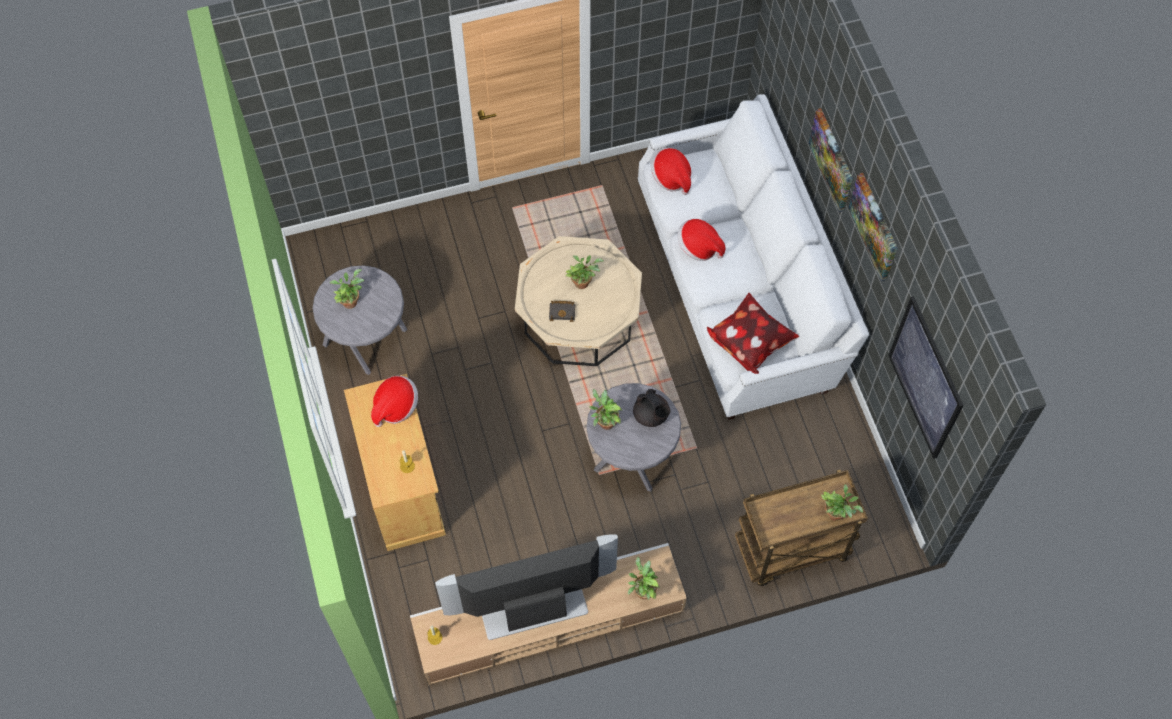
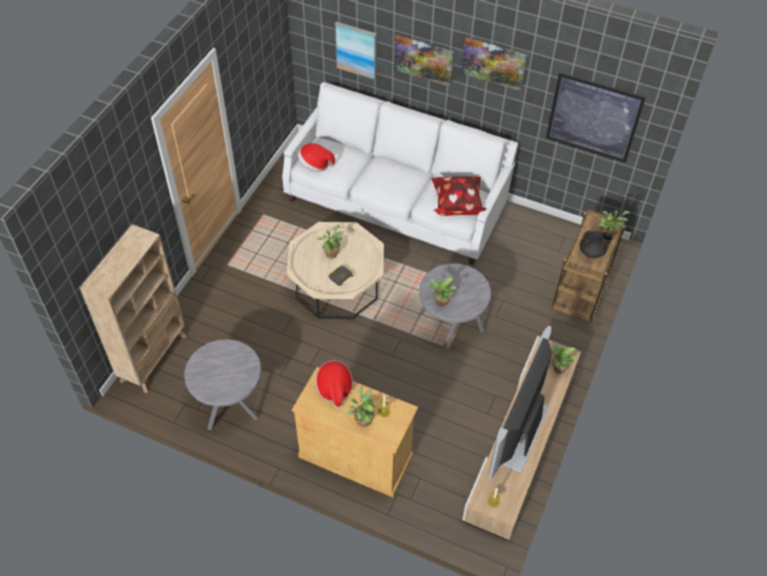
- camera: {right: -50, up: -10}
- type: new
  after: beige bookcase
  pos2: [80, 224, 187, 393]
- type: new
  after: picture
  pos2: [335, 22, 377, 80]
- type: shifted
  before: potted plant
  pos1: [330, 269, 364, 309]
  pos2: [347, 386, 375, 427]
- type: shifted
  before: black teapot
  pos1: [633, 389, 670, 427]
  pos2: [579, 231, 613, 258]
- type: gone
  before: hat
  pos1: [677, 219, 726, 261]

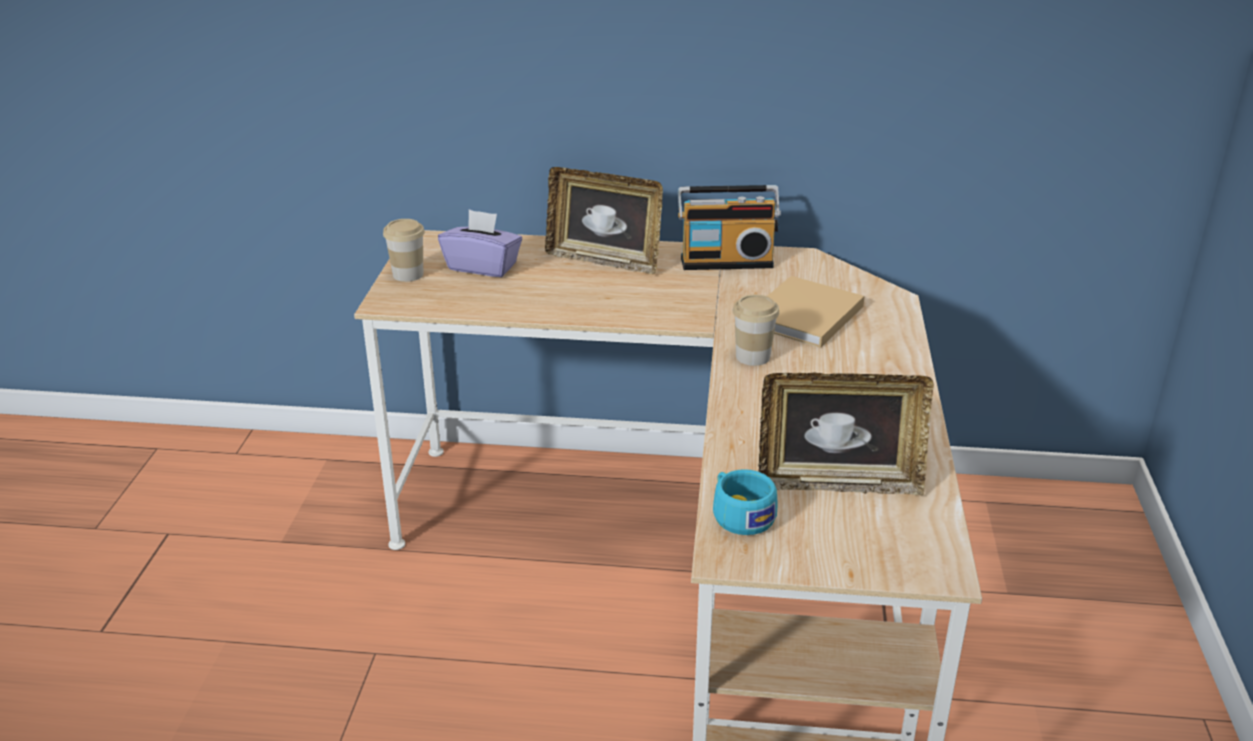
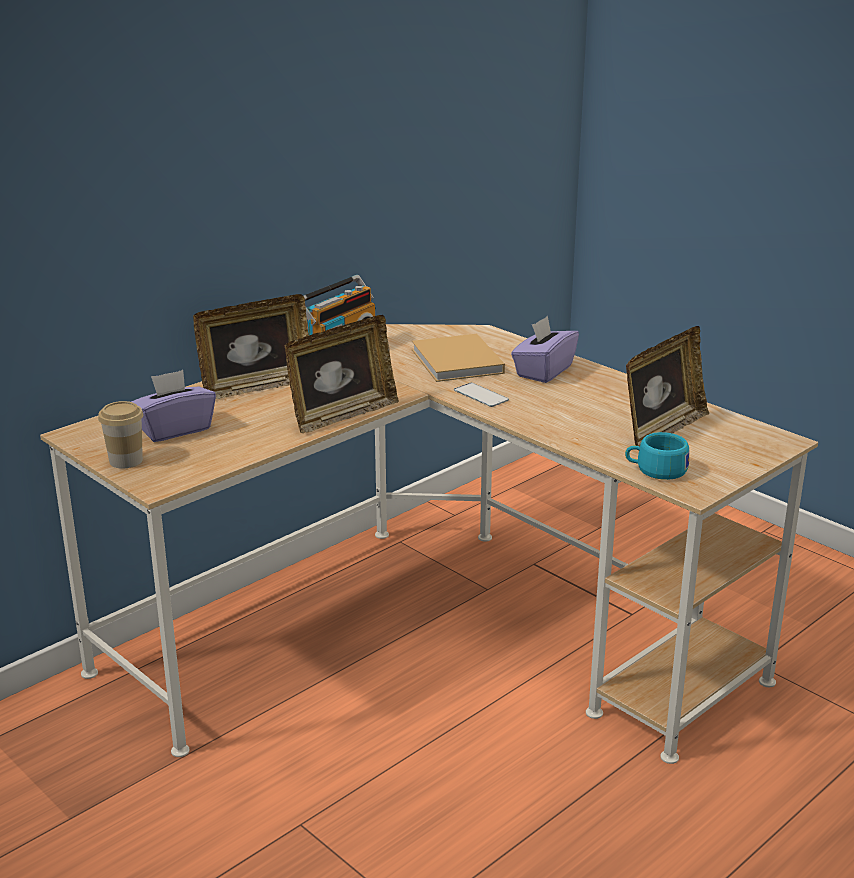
- camera: {right: -50, up: -5}
- type: new
  after: picture frame
  pos2: [285, 315, 399, 433]
- type: swapped
  before: cup
  after: phone
  pos1: [733, 295, 779, 366]
  pos2: [454, 383, 509, 407]
- type: new
  after: purple tissue box
  pos2: [511, 316, 579, 383]

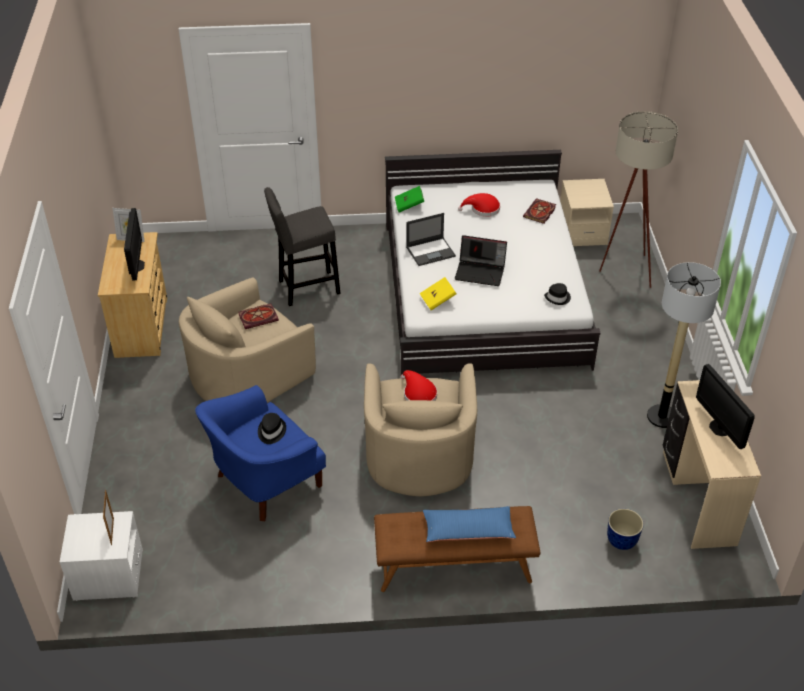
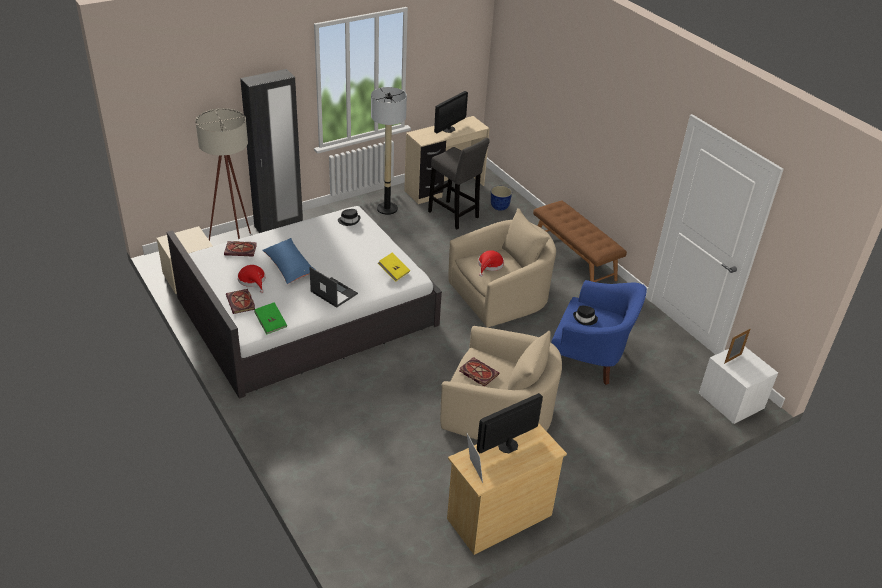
- camera: {right: -120, up: -5}
- type: new
  after: book
  pos2: [226, 289, 255, 314]
- type: new
  after: black wardrobe
  pos2: [240, 69, 303, 233]
- type: shifted
  before: blue pillow
  pos1: [423, 506, 516, 542]
  pos2: [262, 238, 317, 284]
- type: shifted
  before: grey stool
  pos1: [264, 187, 341, 306]
  pos2: [428, 138, 490, 229]
- type: gone
  before: laptop
  pos1: [455, 235, 507, 286]

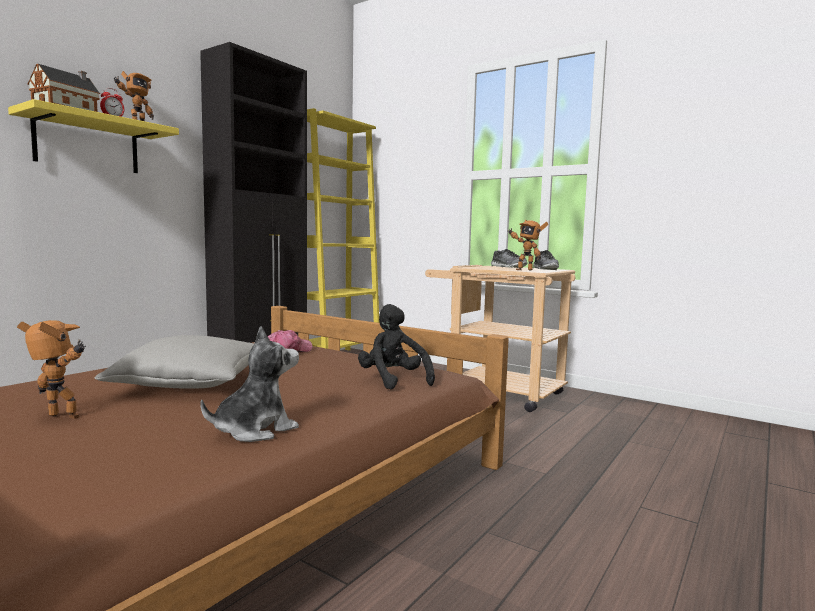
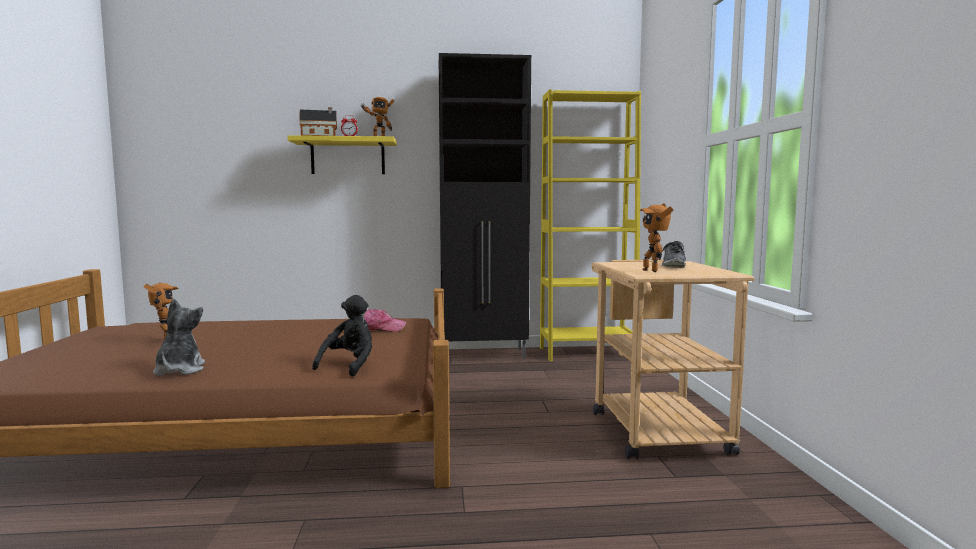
- camera: {right: 50, up: 0}
- type: rotated
  before: plush toy
  pos1: [200, 326, 299, 442]
  pos2: [153, 298, 205, 376]
  turn: -105
- type: gone
  before: grey pillow
  pos1: [95, 335, 254, 389]
- type: gone
  before: shoe
  pos1: [533, 250, 559, 270]

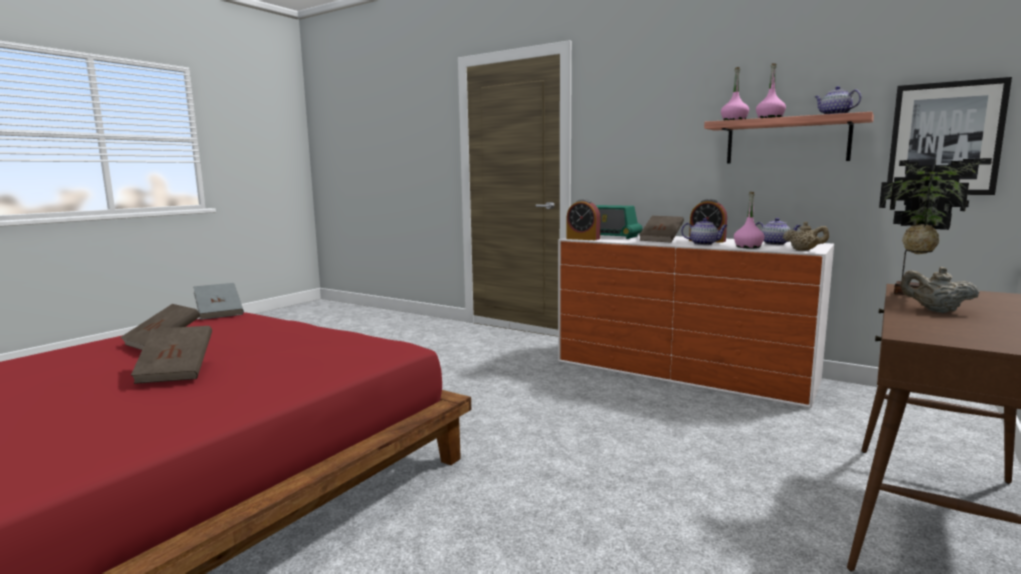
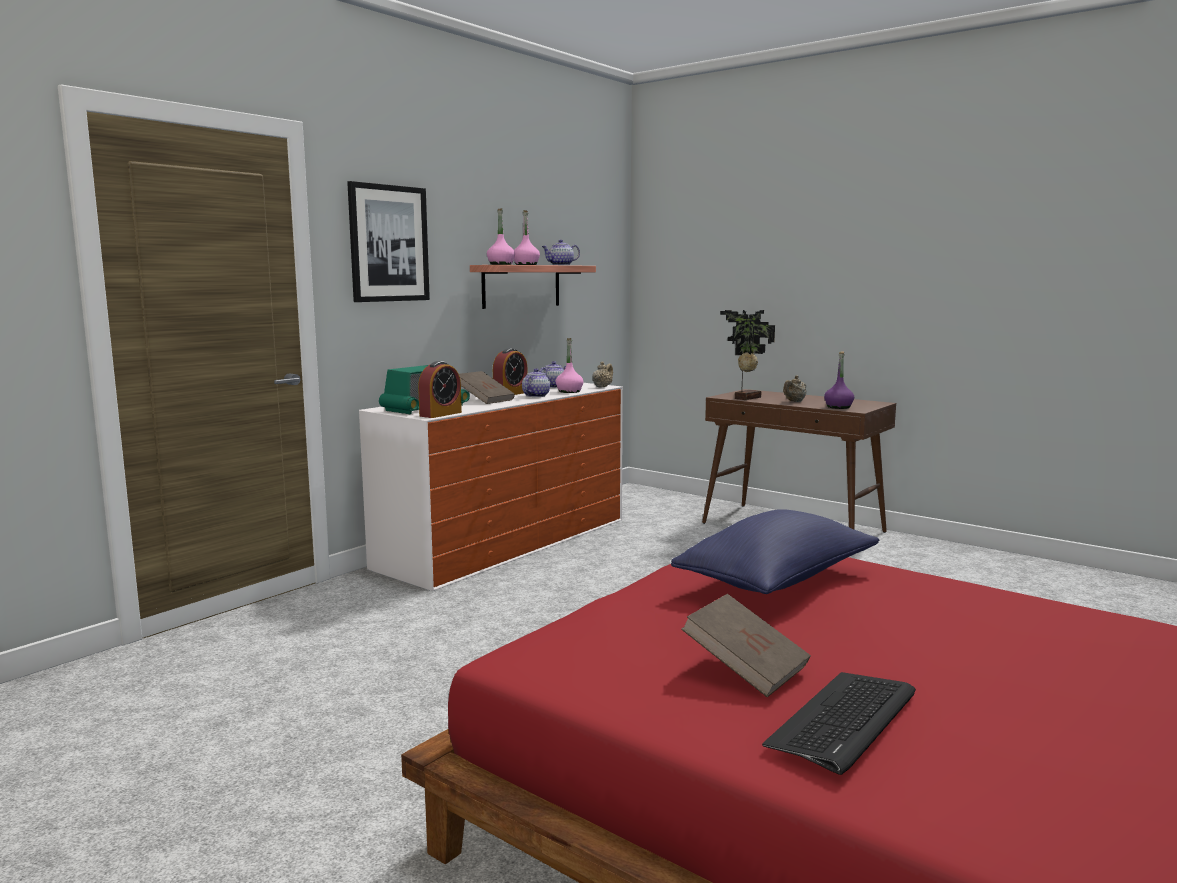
- camera: {right: -85, up: 0}
- type: shifted
  before: picture
  pos1: [887, 77, 1012, 195]
  pos2: [347, 181, 430, 302]
- type: new
  after: blue pillow
  pos2: [671, 509, 879, 594]
- type: new
  after: keyboard
  pos2: [762, 672, 916, 775]
- type: new
  after: purple bottle
  pos2: [824, 352, 854, 409]
- type: gone
  before: brown book
  pos1: [131, 326, 212, 384]
- type: gone
  before: grey book
  pos1: [193, 283, 244, 320]

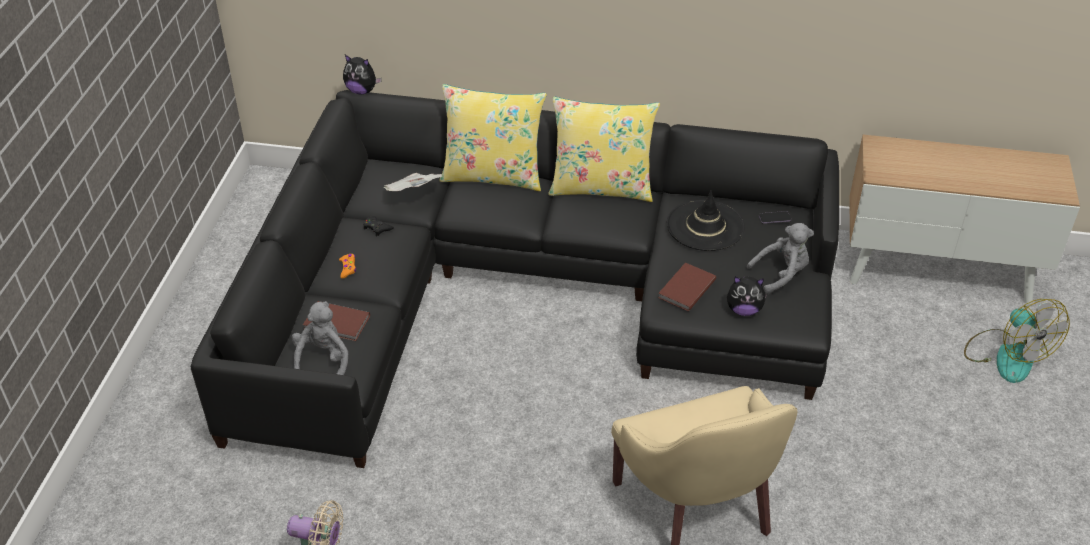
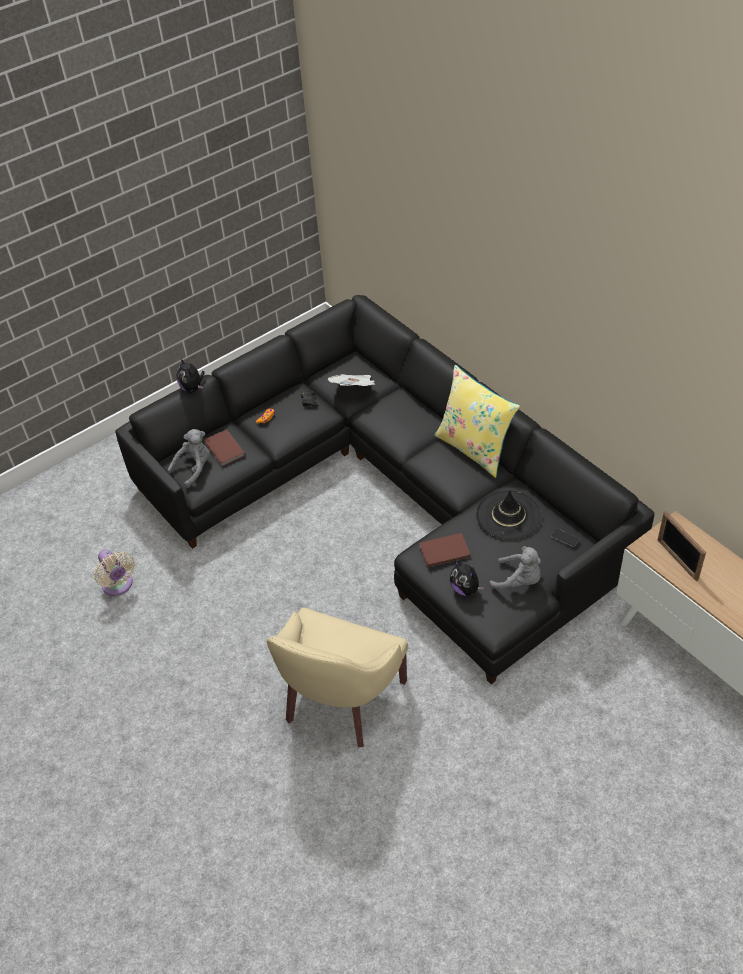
- camera: {right: 45, up: 5}
- type: shifted
  before: plush toy
  pos1: [343, 55, 382, 94]
  pos2: [177, 358, 204, 393]
- type: new
  after: picture frame
  pos2: [658, 511, 706, 581]
- type: gone
  before: yellow pillow
  pos1: [439, 84, 547, 191]
- type: gone
  before: fan
  pos1: [964, 299, 1070, 383]

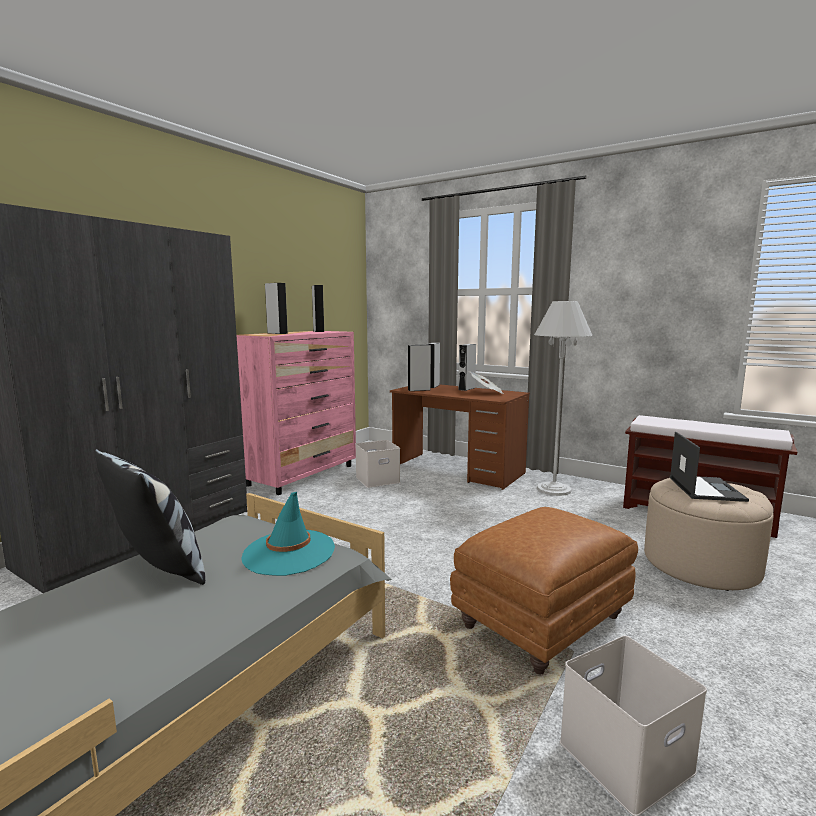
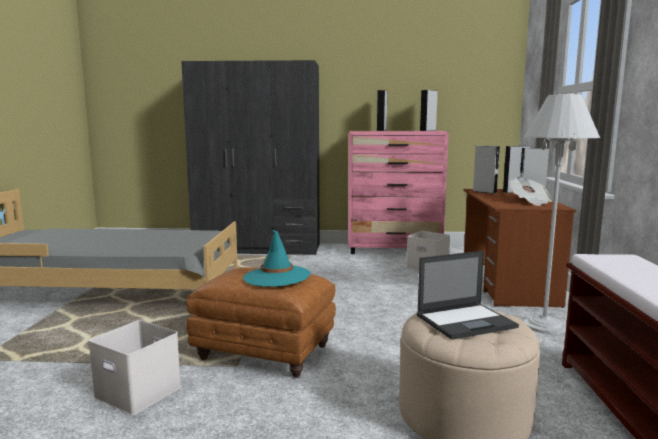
- camera: {right: 60, up: 0}
- type: shifted
  before: turquoise hat
  pos1: [241, 492, 335, 576]
  pos2: [243, 230, 311, 287]
- type: gone
  before: pillow
  pos1: [95, 449, 205, 585]

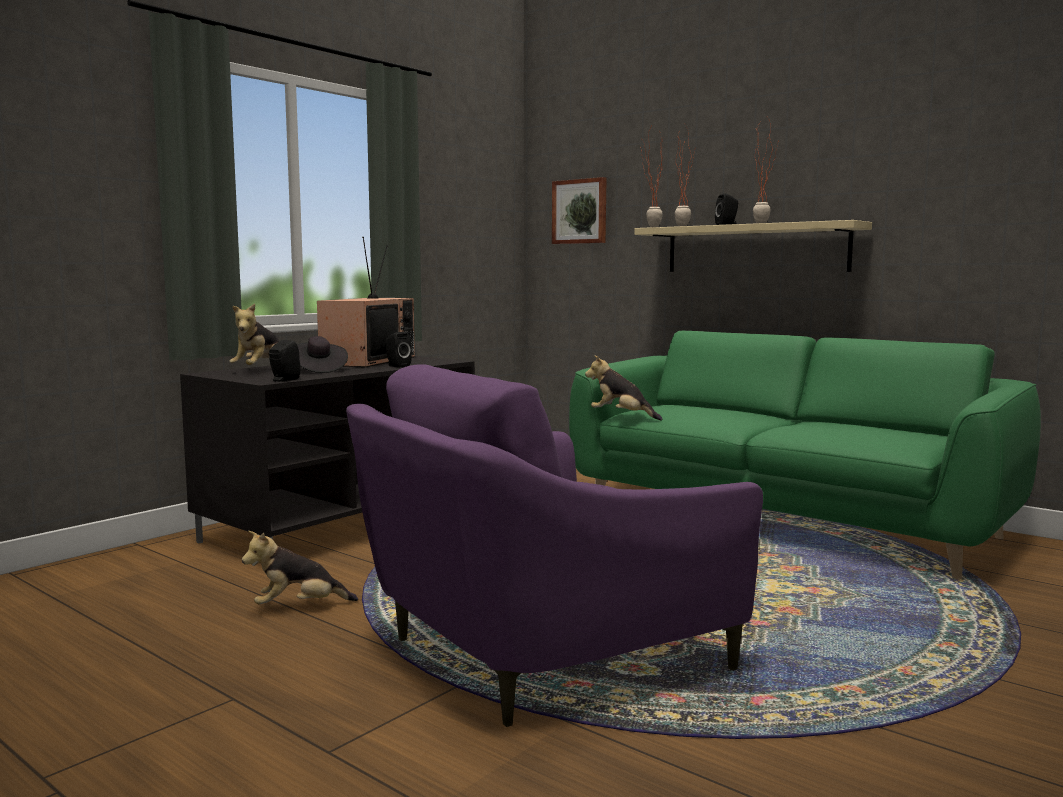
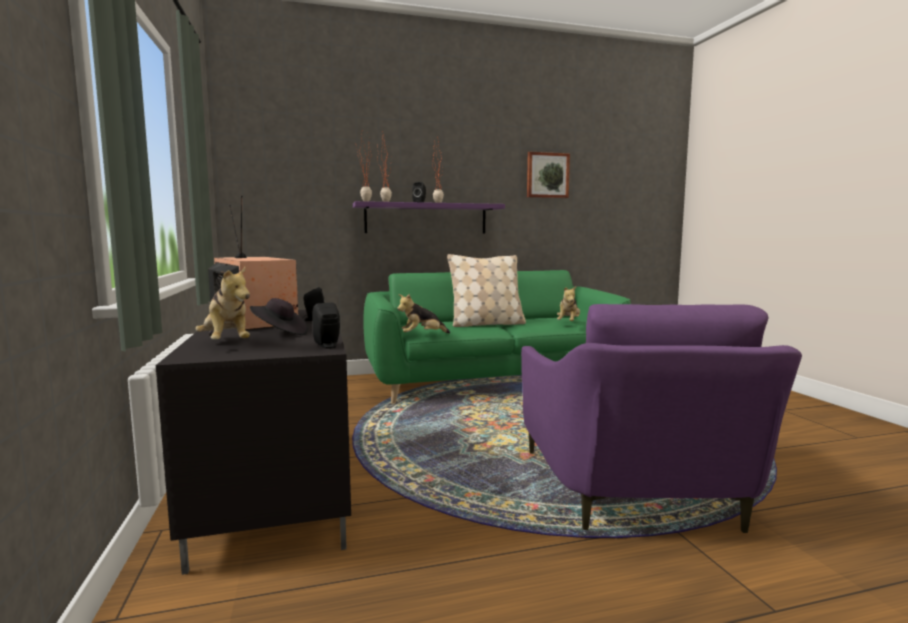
- camera: {right: -55, up: 0}
- type: repainted
  before: beige shelf
  after: purple shelf
  pos1: [634, 220, 872, 272]
  pos2: [353, 201, 505, 234]
- type: new
  after: beige pillow
  pos2: [447, 254, 526, 327]
- type: shifted
  before: picture
  pos1: [552, 177, 607, 244]
  pos2: [527, 152, 570, 198]
- type: shifted
  before: plush toy
  pos1: [242, 531, 358, 604]
  pos2: [557, 286, 580, 321]

